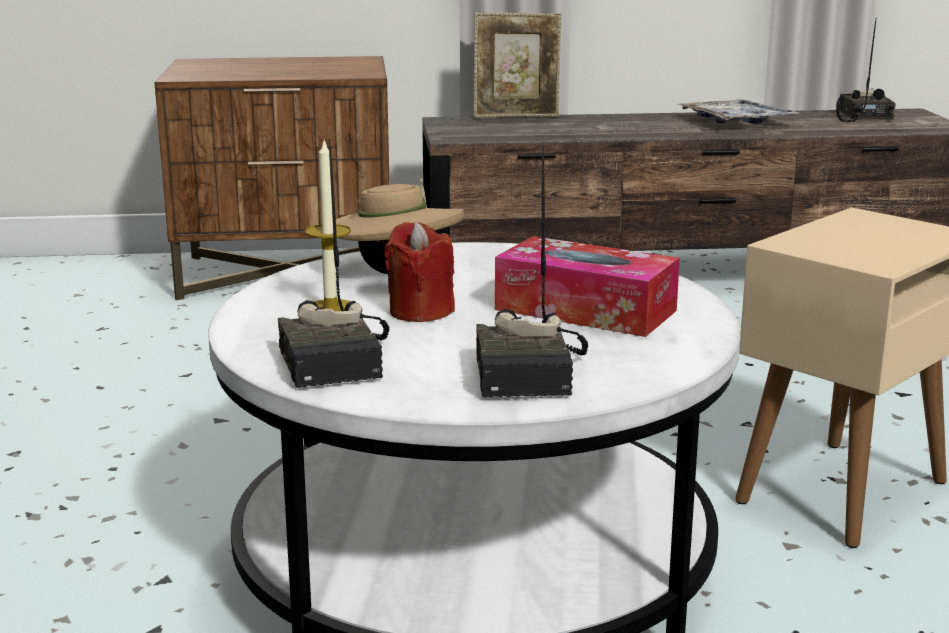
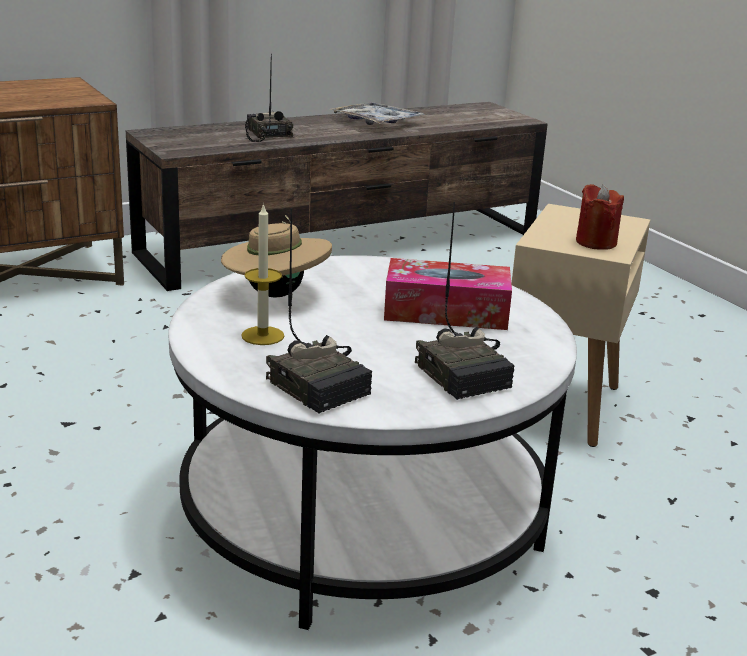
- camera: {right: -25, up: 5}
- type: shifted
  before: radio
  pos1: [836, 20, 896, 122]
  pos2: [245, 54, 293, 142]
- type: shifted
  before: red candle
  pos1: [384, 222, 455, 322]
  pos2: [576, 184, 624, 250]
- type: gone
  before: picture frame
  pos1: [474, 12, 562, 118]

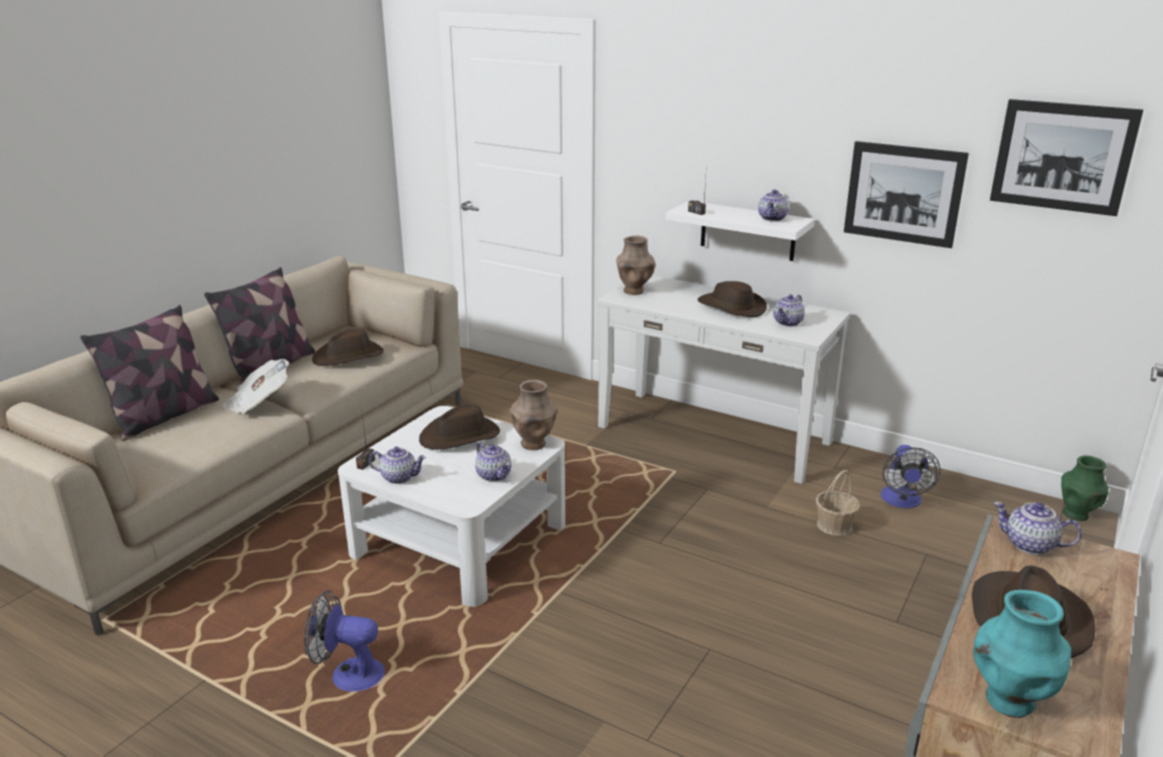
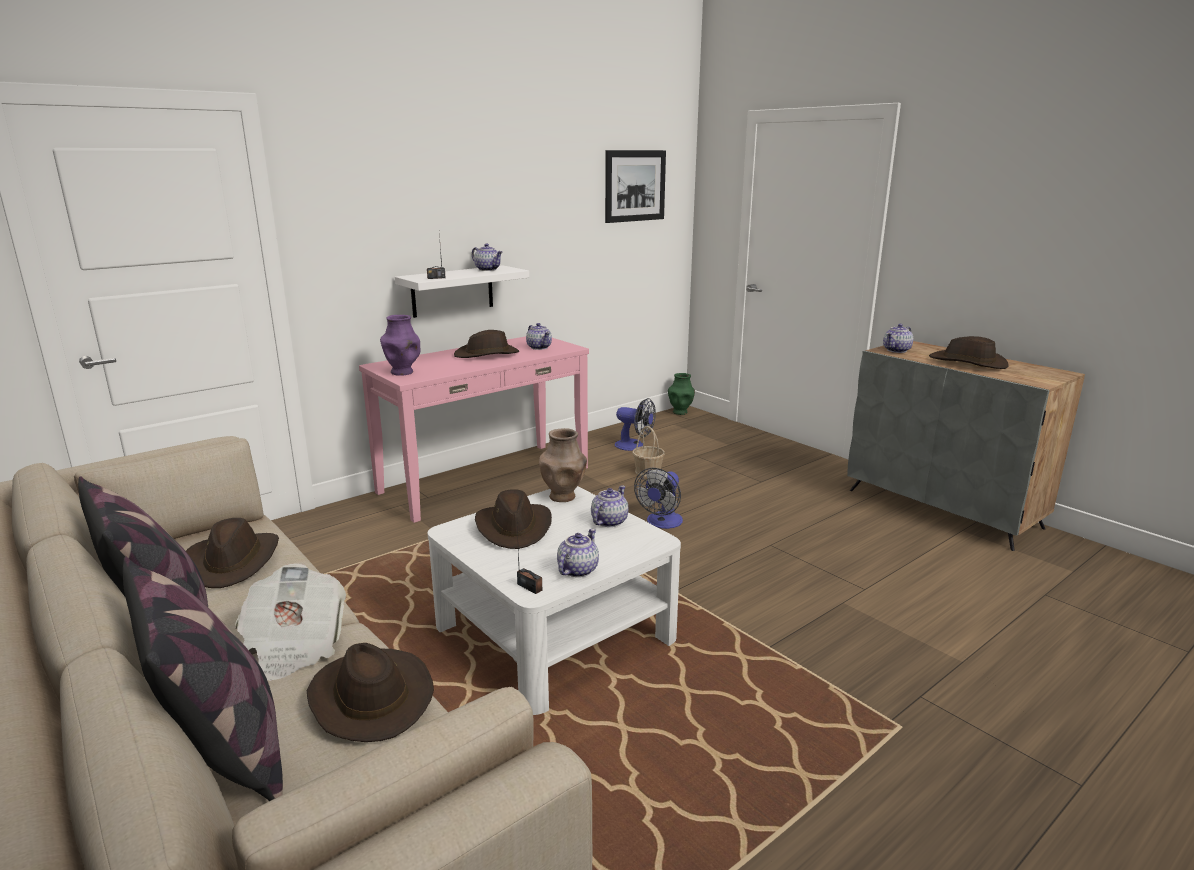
- camera: {right: -70, up: -5}
- type: new
  after: brown hat
  pos2: [307, 643, 434, 742]
- type: repainted
  before: white console table
  after: pink console table
  pos1: [597, 275, 851, 484]
  pos2: [359, 336, 589, 523]
- type: repainted
  before: brown vase
  after: purple vase
  pos1: [616, 236, 655, 295]
  pos2: [380, 315, 420, 376]
- type: rotated
  before: teapot
  pos1: [475, 442, 511, 482]
  pos2: [591, 486, 628, 527]
  turn: -45
- type: shifted
  before: fan
  pos1: [304, 590, 385, 692]
  pos2: [634, 468, 683, 529]
- type: gone
  before: picture
  pos1: [844, 141, 969, 248]
- type: gone
  before: turquoise vase
  pos1: [973, 590, 1071, 718]

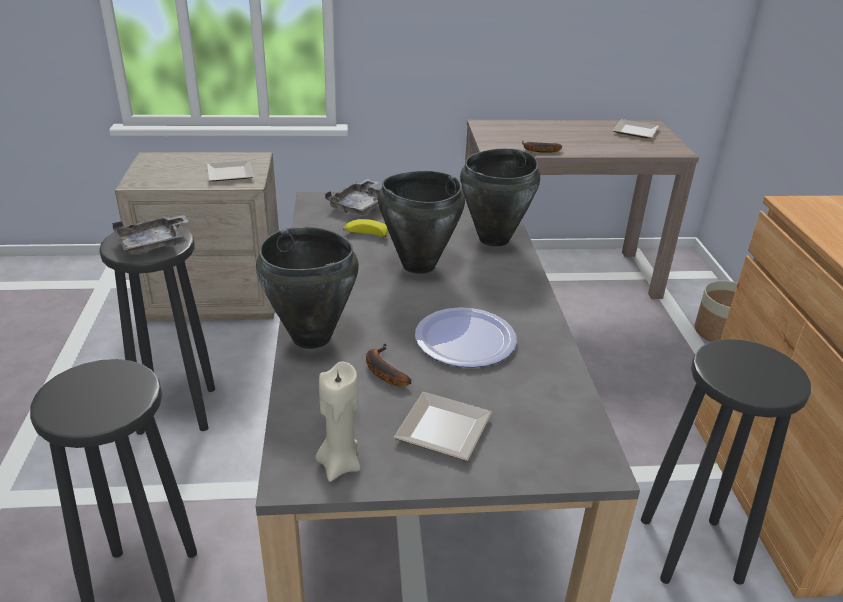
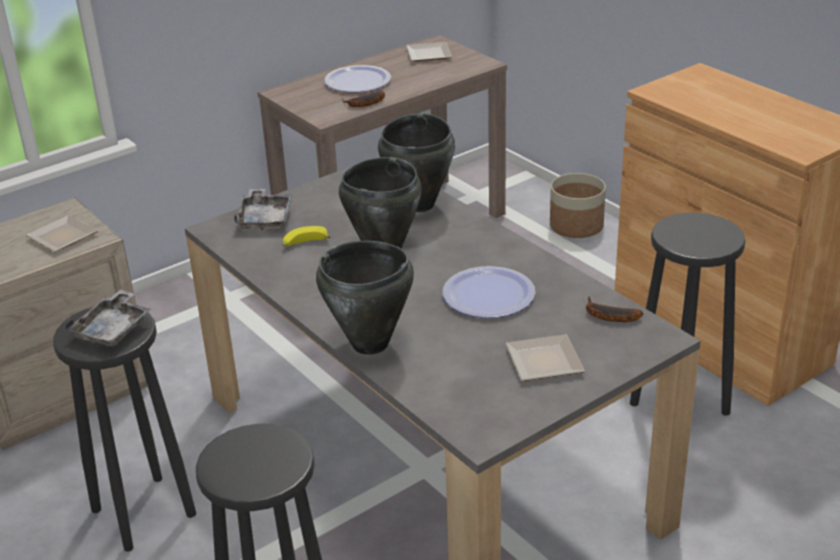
- camera: {right: -30, up: 0}
- type: new
  after: plate
  pos2: [324, 65, 391, 93]
- type: shifted
  before: banana
  pos1: [366, 344, 412, 386]
  pos2: [586, 296, 643, 322]
- type: gone
  before: beige candle
  pos1: [315, 361, 361, 482]

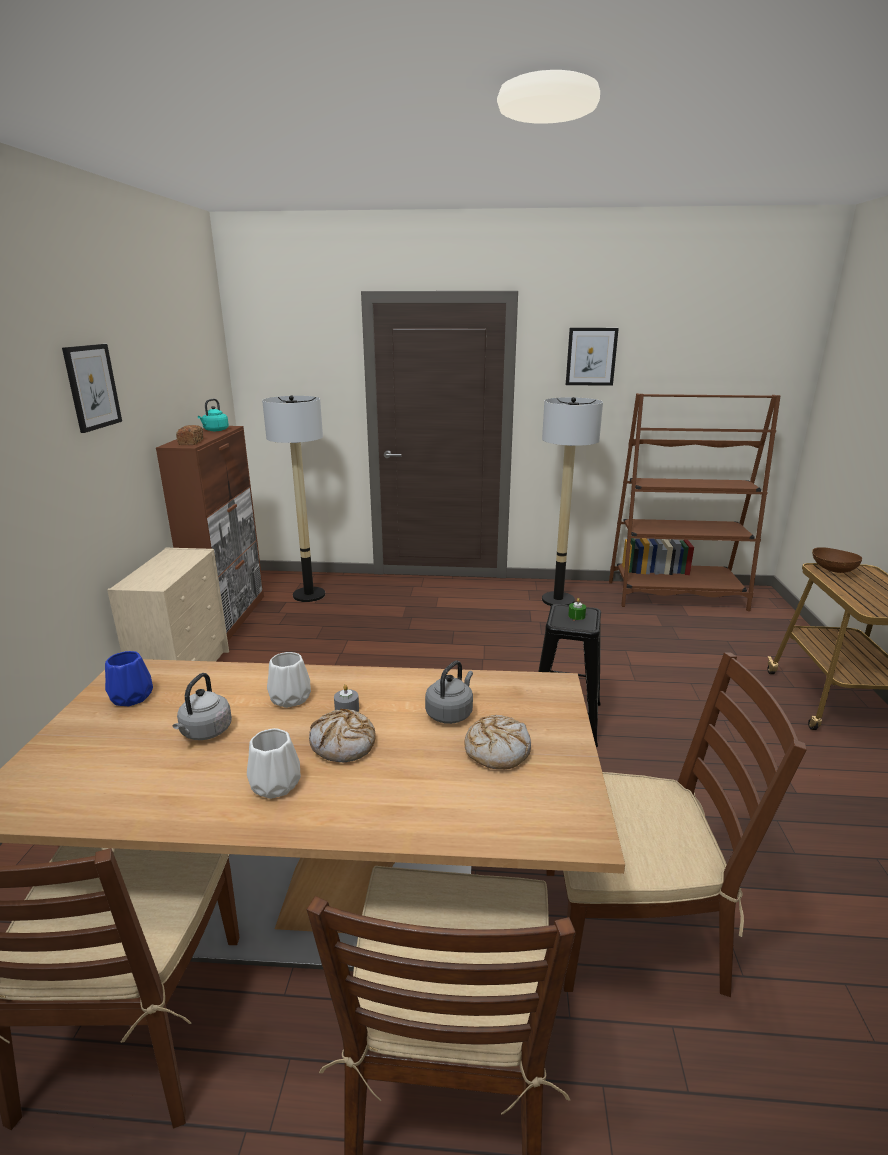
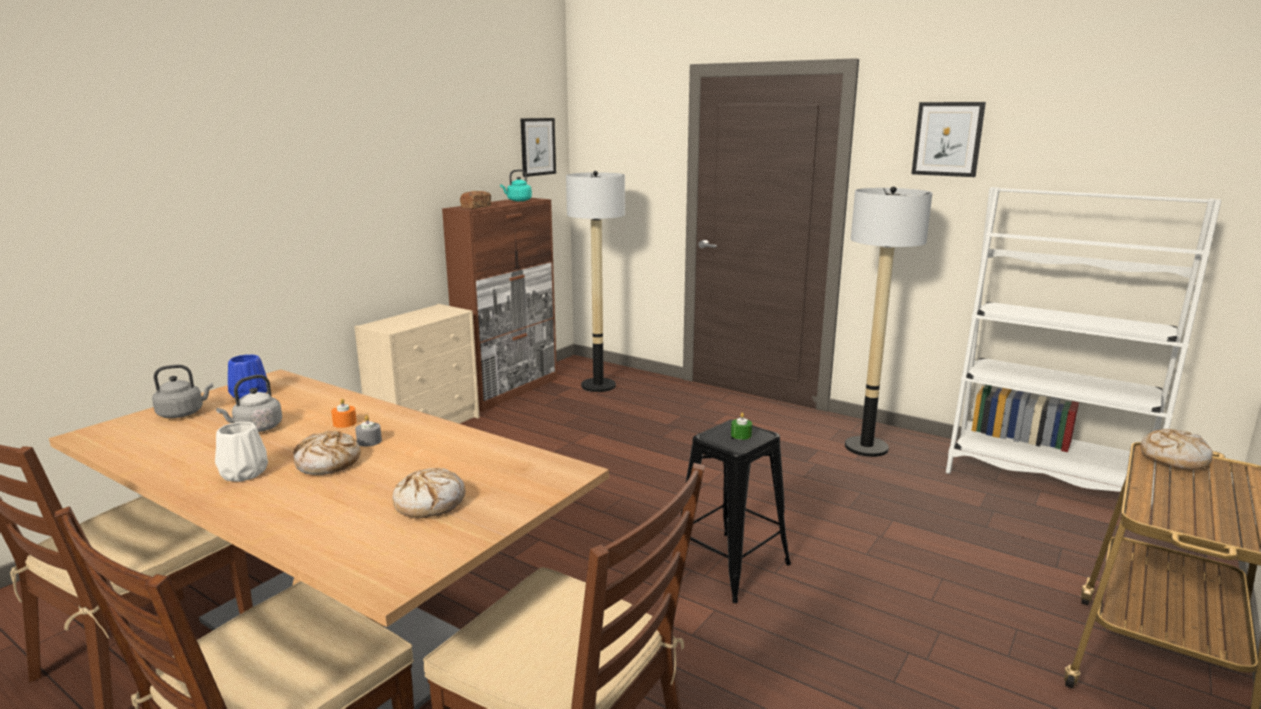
- camera: {right: 30, up: -5}
- type: shifted
  before: grey kettle
  pos1: [425, 661, 473, 724]
  pos2: [152, 365, 213, 418]
- type: swapped
  before: white vase
  after: orange candle
  pos1: [267, 652, 311, 708]
  pos2: [331, 398, 357, 428]
- type: shifted
  before: picture
  pos1: [62, 344, 122, 433]
  pos2: [520, 118, 556, 177]
- type: repainted
  before: brown bookcase
  after: white bookcase
  pos1: [609, 393, 780, 611]
  pos2: [946, 187, 1221, 507]
- type: swapped
  before: brown bowl
  after: bread
  pos1: [812, 547, 862, 573]
  pos2: [1140, 429, 1213, 470]

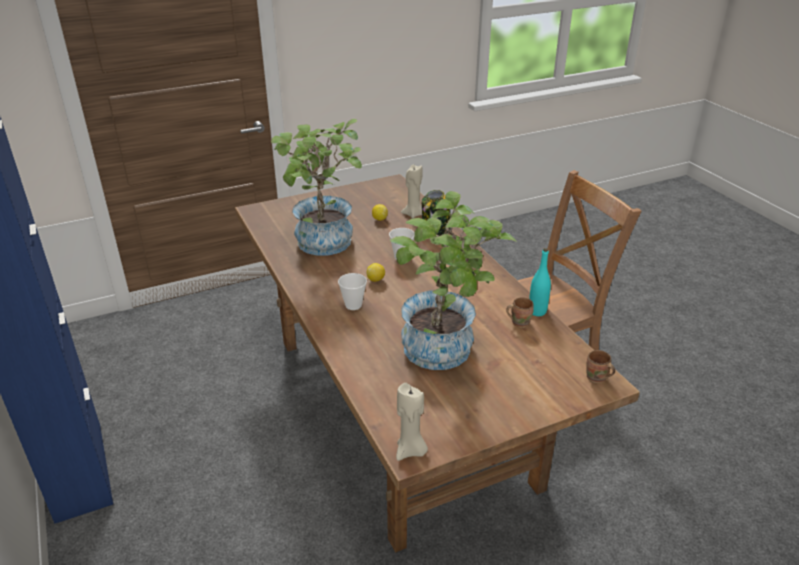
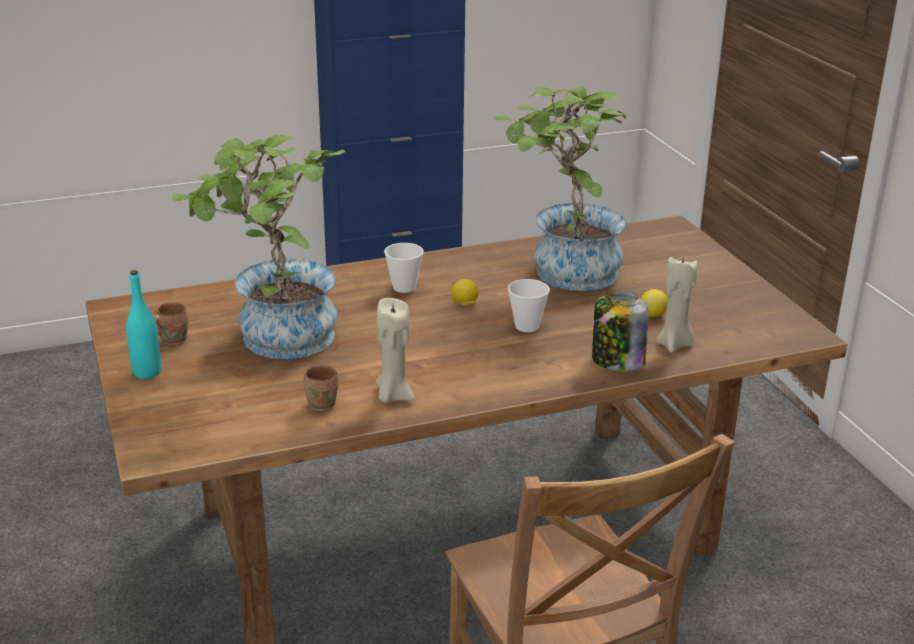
- camera: {right: 95, up: -5}
- type: shifted
  before: turquoise bottle
  pos1: [529, 248, 551, 316]
  pos2: [126, 270, 161, 379]
- type: shifted
  before: brown mug
  pos1: [586, 350, 615, 383]
  pos2: [154, 302, 188, 345]
- type: shifted
  before: beige candle
  pos1: [396, 383, 428, 461]
  pos2: [376, 298, 415, 403]

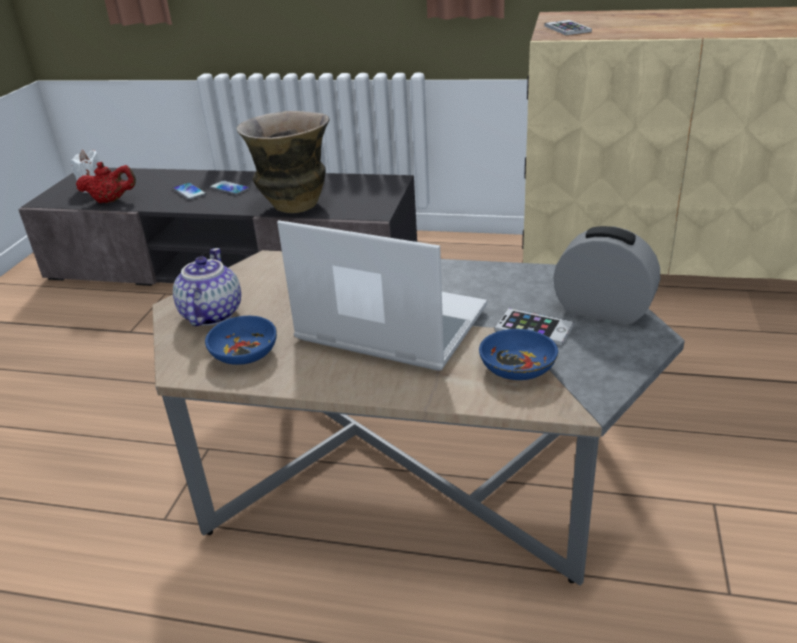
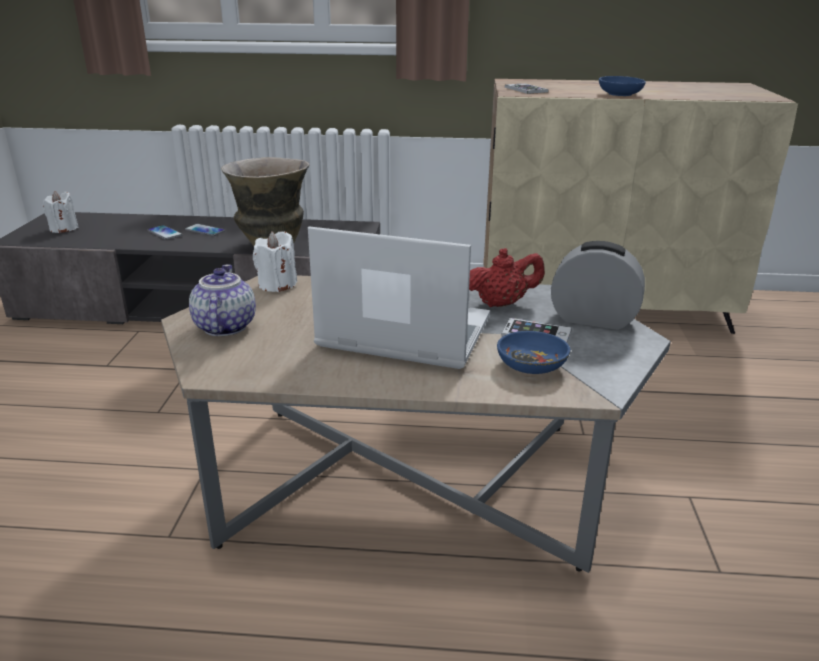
- camera: {right: -10, up: -5}
- type: new
  after: white candle
  pos2: [253, 231, 297, 292]
- type: shifted
  before: red teapot
  pos1: [76, 162, 136, 203]
  pos2: [469, 248, 545, 307]
- type: shifted
  before: blue bowl
  pos1: [205, 316, 277, 365]
  pos2: [599, 76, 646, 96]

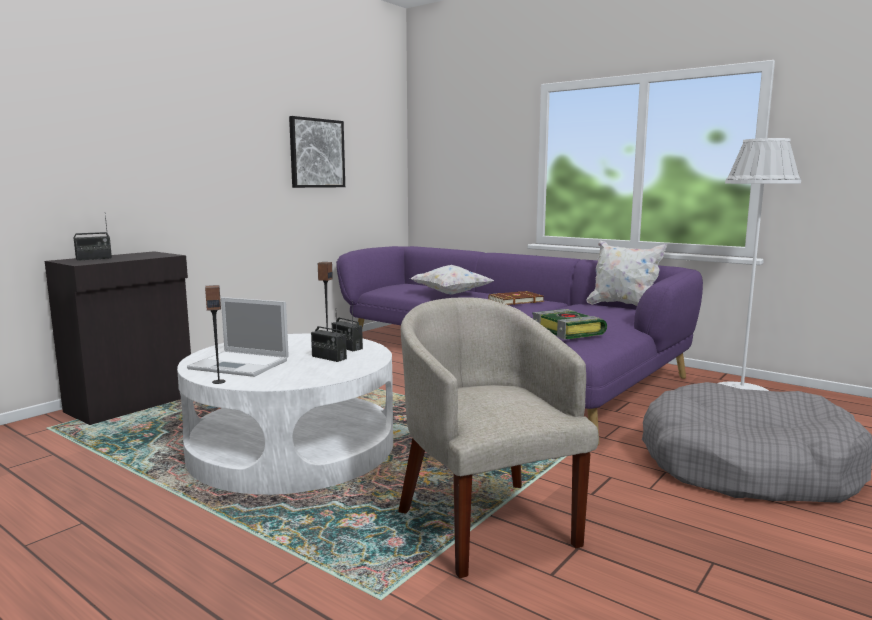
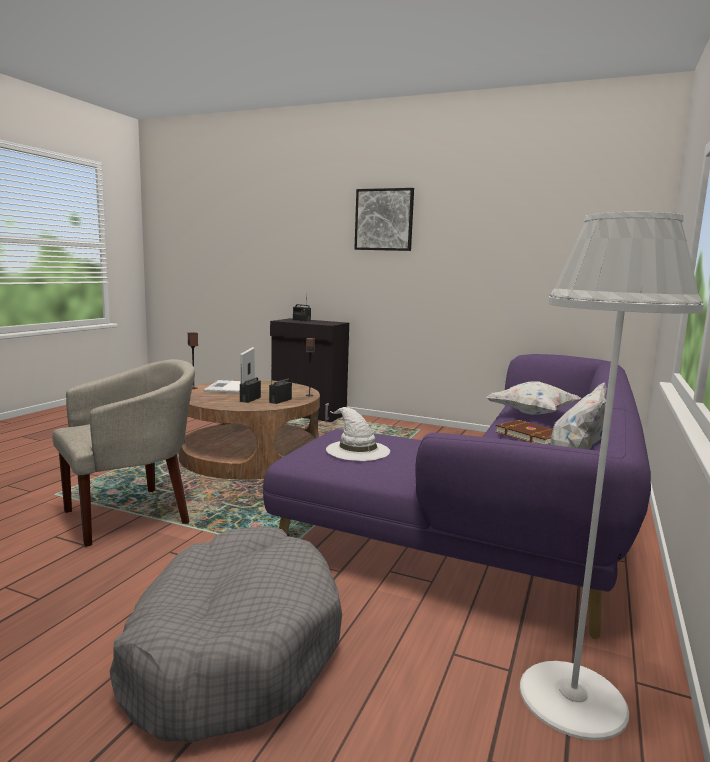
- camera: {right: 75, up: 0}
- type: repainted
  before: white coffee table
  after: brown coffee table
  pos1: [177, 334, 393, 495]
  pos2: [179, 380, 320, 480]
- type: swapped
  before: book
  after: white hat
  pos1: [533, 309, 607, 340]
  pos2: [326, 407, 390, 461]
- type: shifted
  before: picture
  pos1: [289, 116, 345, 188]
  pos2: [355, 188, 414, 251]

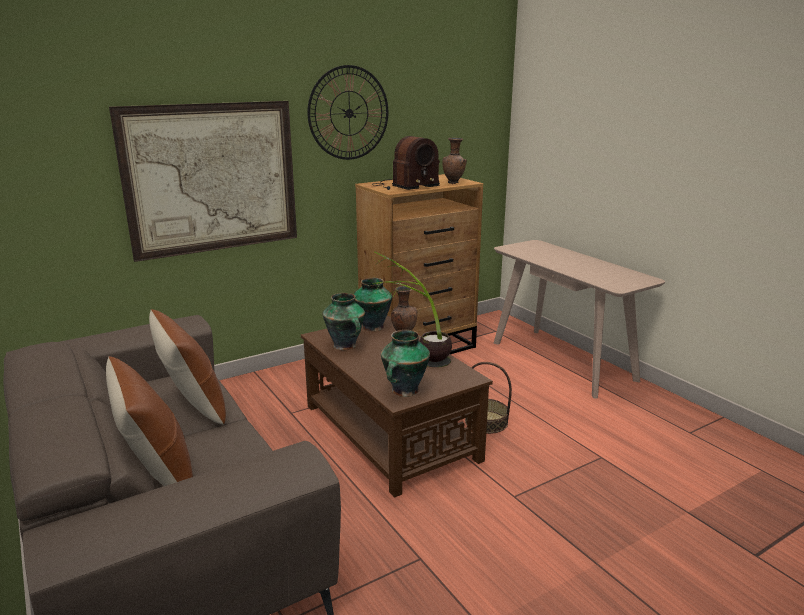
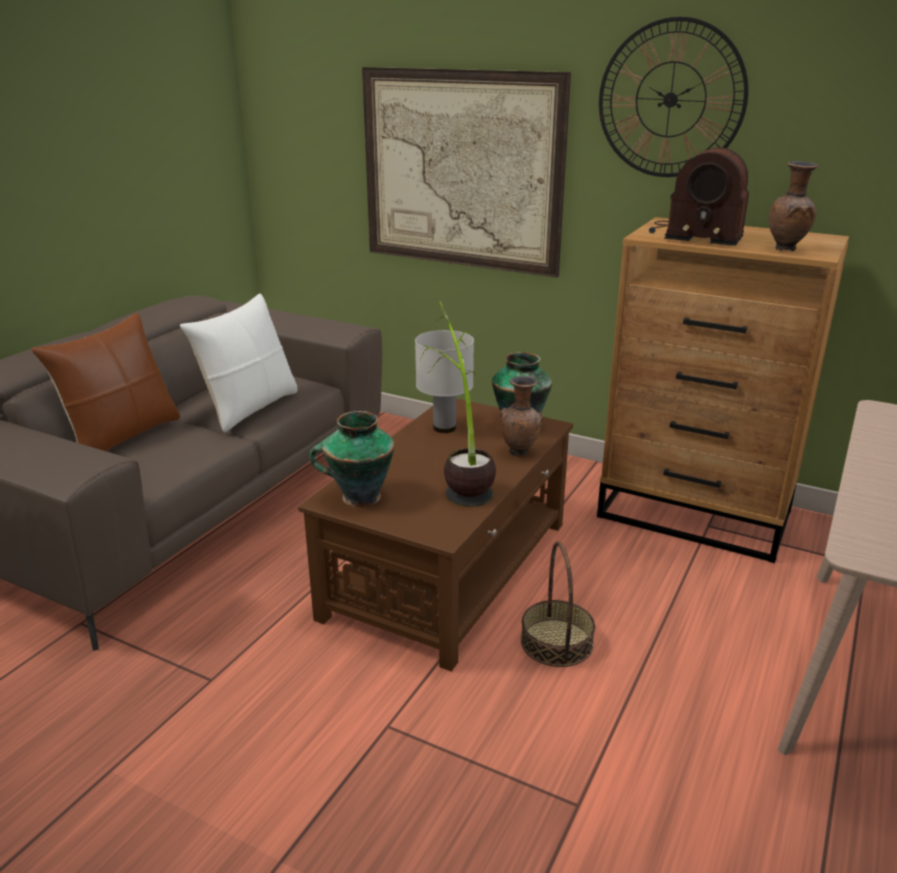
- camera: {right: 60, up: 5}
- type: repainted
  before: brown pillow
  after: white pillow
  pos1: [149, 309, 226, 424]
  pos2: [180, 293, 298, 433]
- type: swapped
  before: vase
  after: white table lamp
  pos1: [322, 293, 365, 350]
  pos2: [415, 330, 474, 433]

